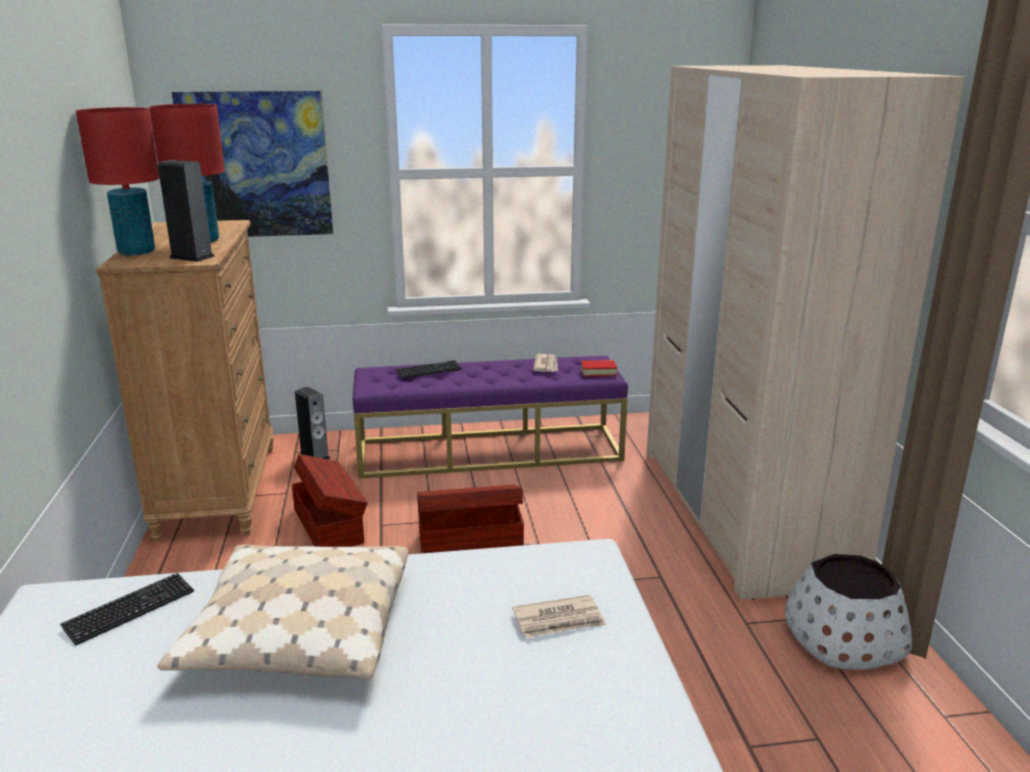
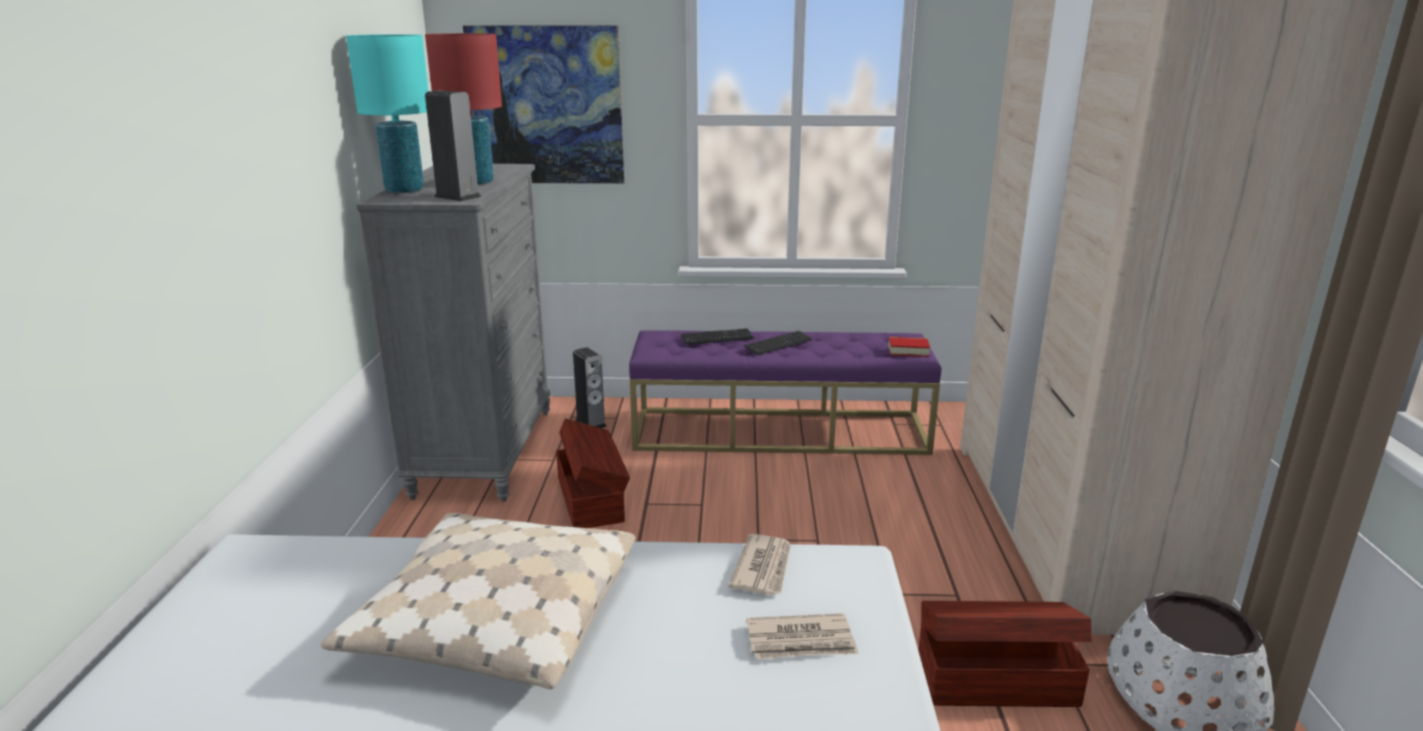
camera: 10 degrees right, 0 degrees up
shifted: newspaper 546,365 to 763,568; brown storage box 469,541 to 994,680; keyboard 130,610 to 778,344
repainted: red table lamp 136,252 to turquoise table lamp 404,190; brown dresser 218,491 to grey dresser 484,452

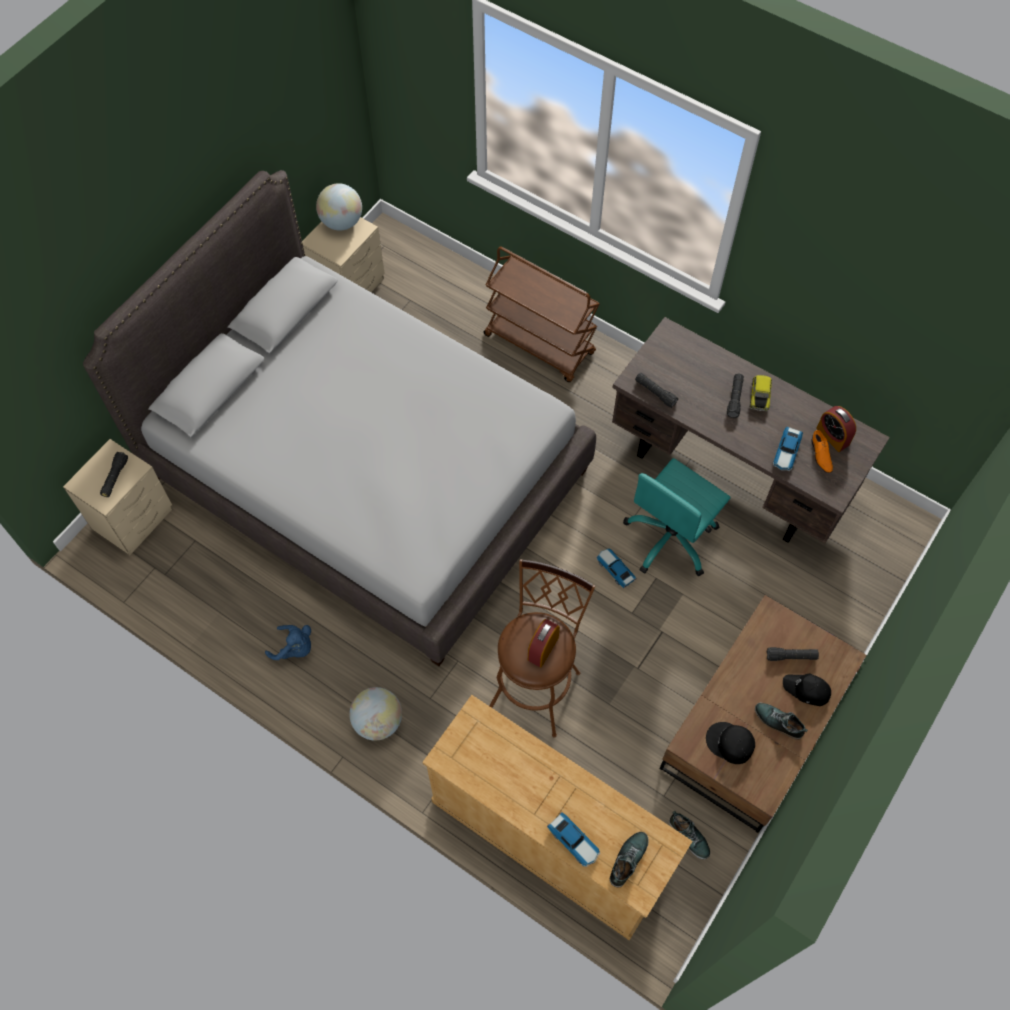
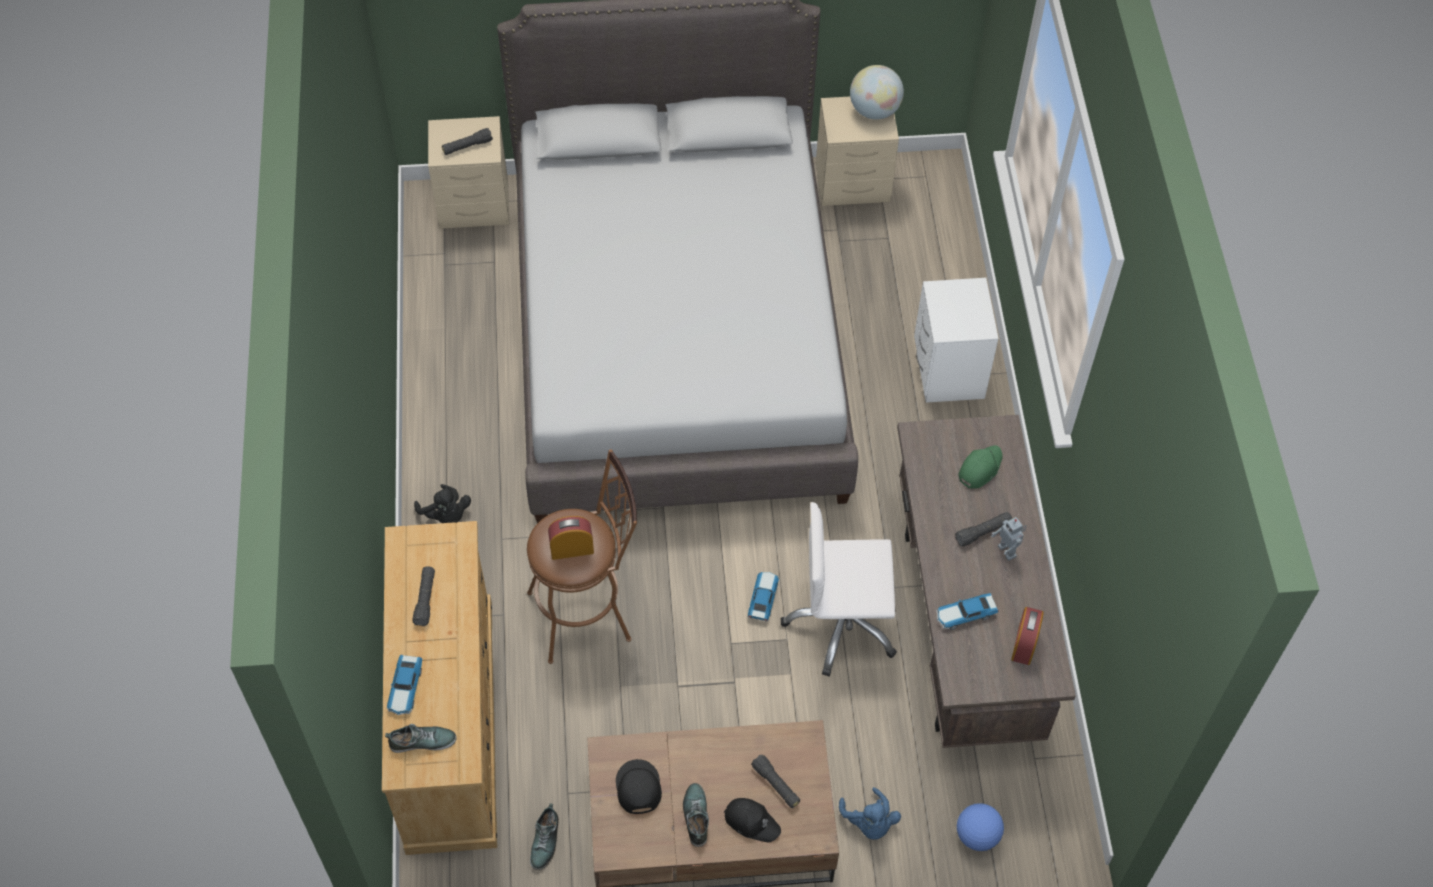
camera: 50 degrees right, 5 degrees down
gone: orange shoe 820,454
new: green cap 979,468; football 977,836
shifted: black flashlight 655,393 to 425,599; blue plush toy 294,648 to 869,822
swapped: brown cart 540,344 to white nightstand 947,372; toy car 759,396 to toy robot 1008,551; globe 378,721 to black plush toy 446,515
repainted: turquoise office chair 671,538 to white office chair 842,624
rotated: black cap 807,690 = 751,821 135 degrees clockwise

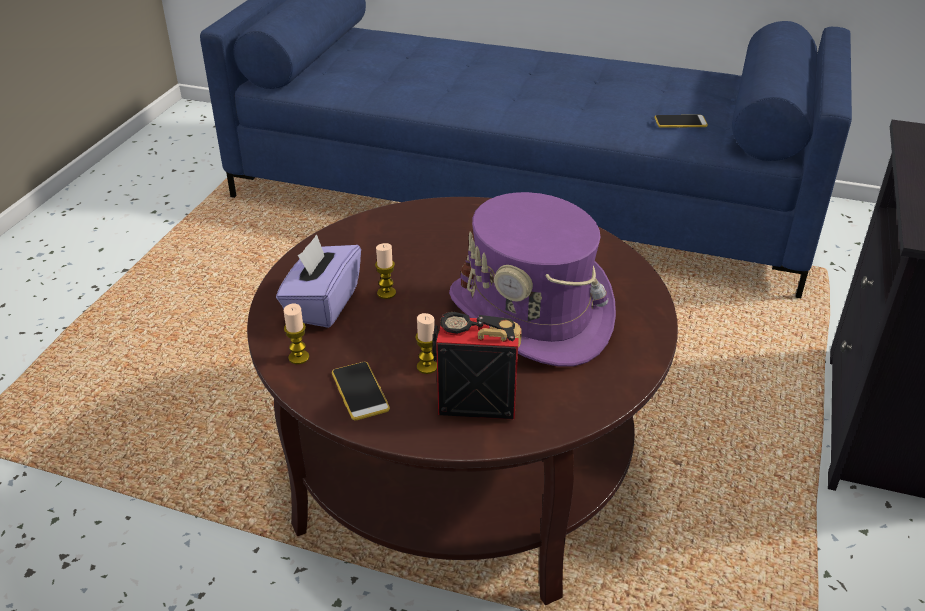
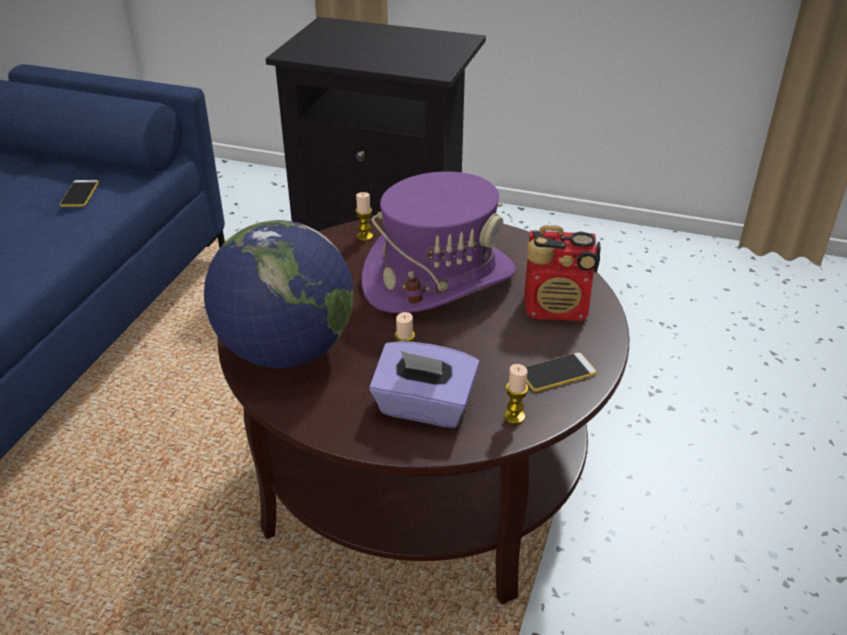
camera: 90 degrees left, 0 degrees up
new: globe 286,351
shifted: candle 427,367 to 364,236
rotated: radio 476,401 = 557,309 90 degrees counterclockwise

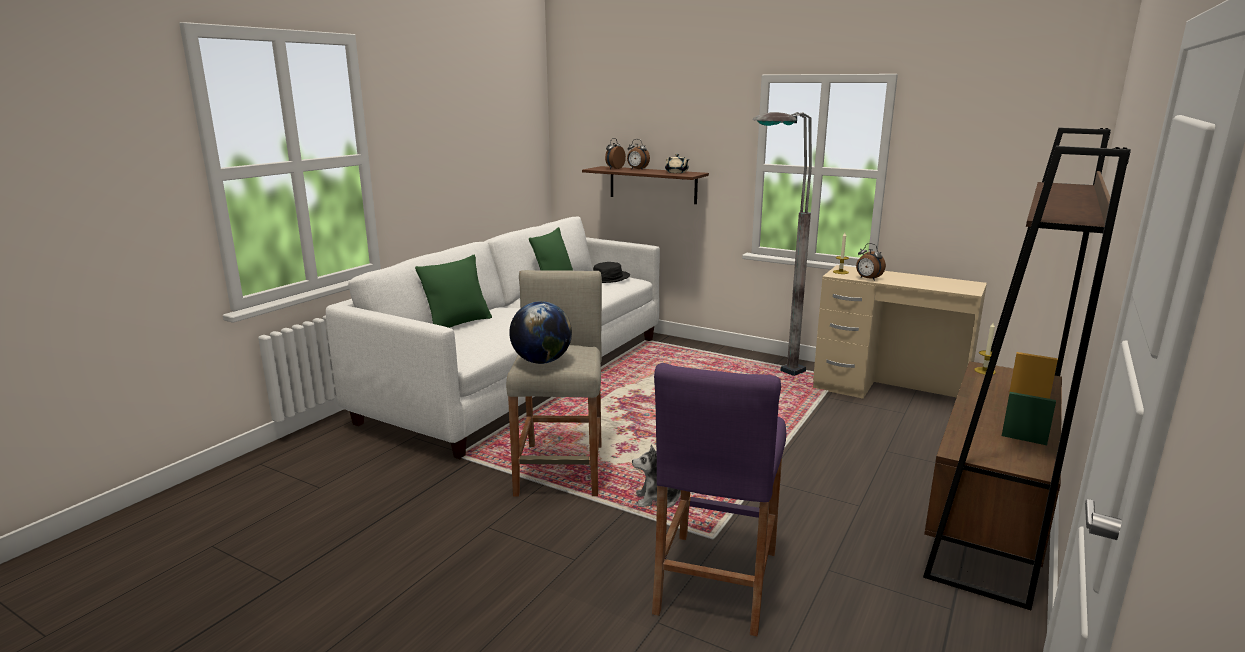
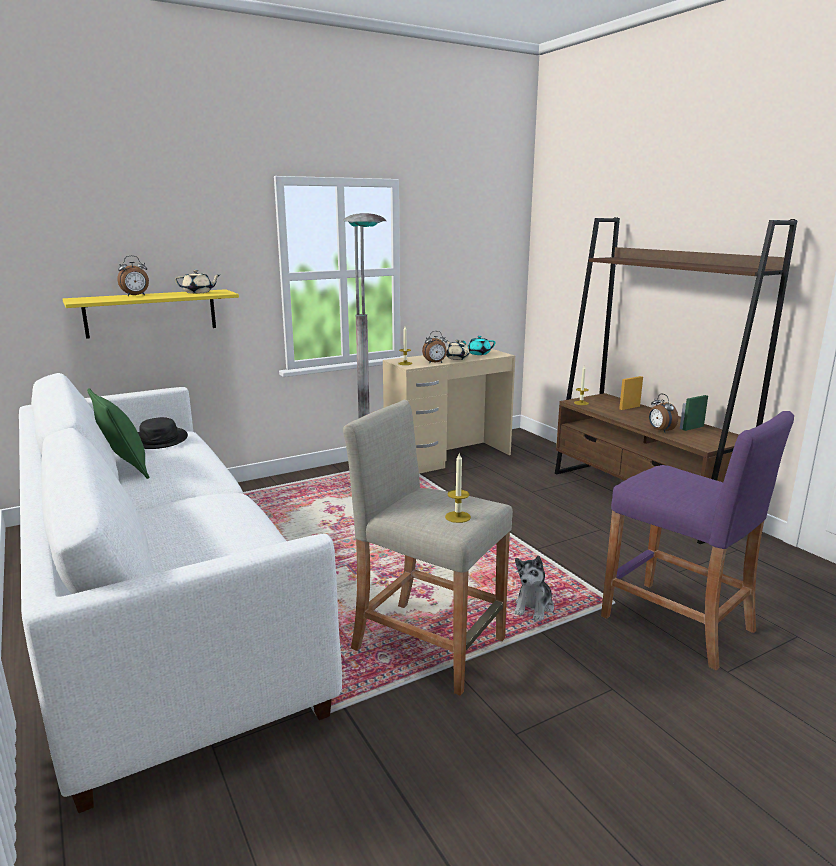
camera: 60 degrees left, 0 degrees up
gone: green pillow 458,324
new: turquoise teapot 478,353; beige teapot 457,358
shifted: alarm clock 614,168 to 660,431
swapped: globe 541,361 to candle 457,517
repainted: brown shelf 652,184 to yellow shelf 151,313

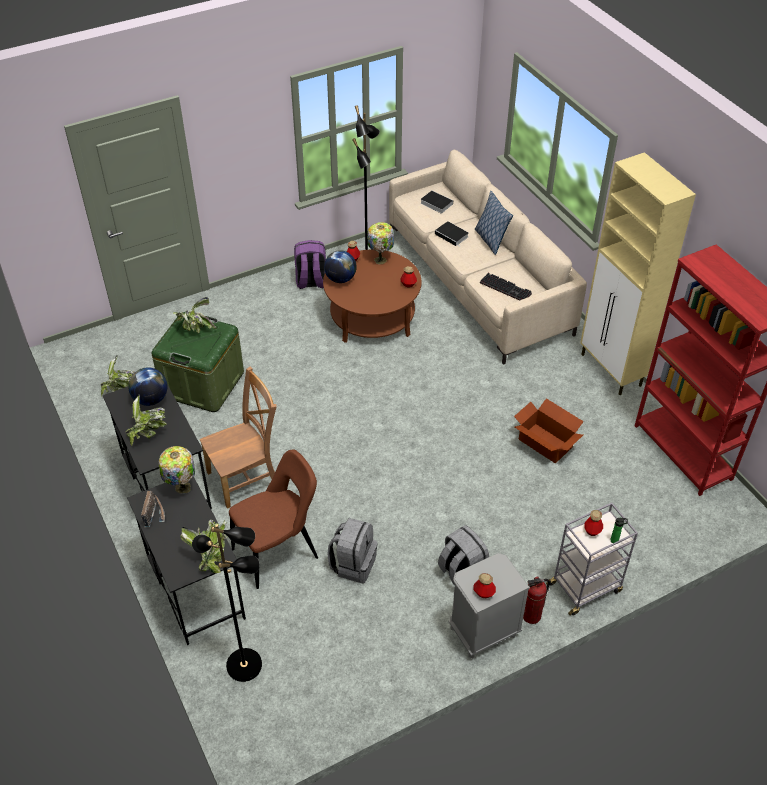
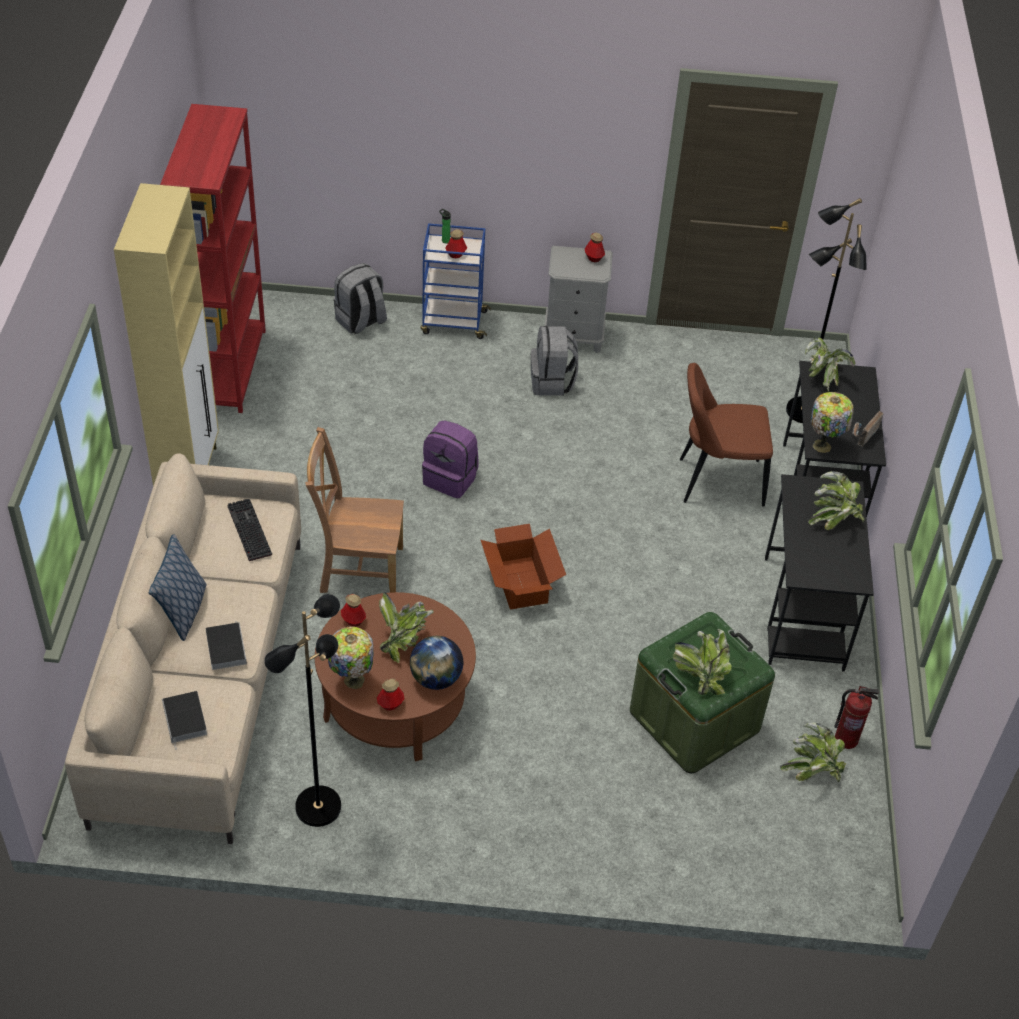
camera: 150 degrees left, 0 degrees up
gone: globe 151,399
new: potted plant 404,640
shifted: purple backpack 311,282 to 451,478; brown chair 246,478 to 357,568; cardboard box 545,442 to 520,583; grey backpack 353,564 to 361,321; fire extinguisher 531,616 to 846,739
repainted: grey cart 585,587 to blue cart 453,322

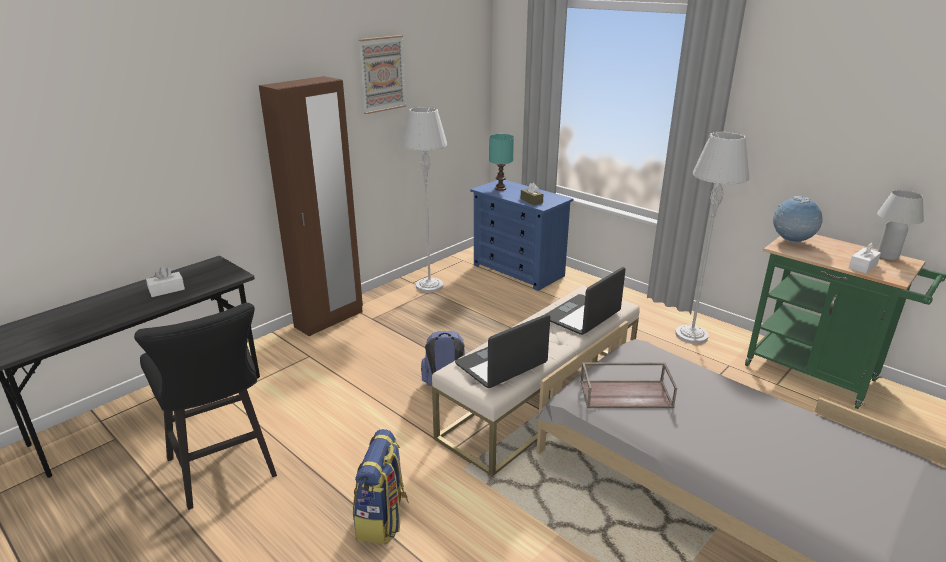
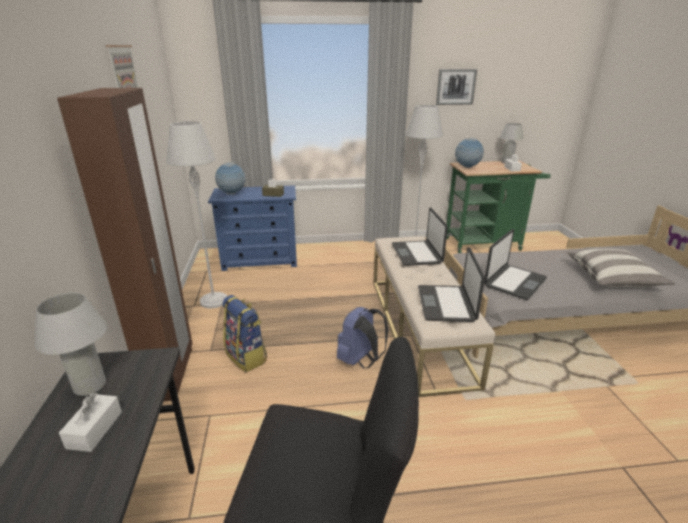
camera: 50 degrees left, 0 degrees up
new: picture 455,86; pillow 612,278; white table lamp 90,386
shifted: backpack 382,519 to 247,357
swapped: turquoise table lamp 500,189 to globe 232,194; brown tray 626,394 to laptop 514,282

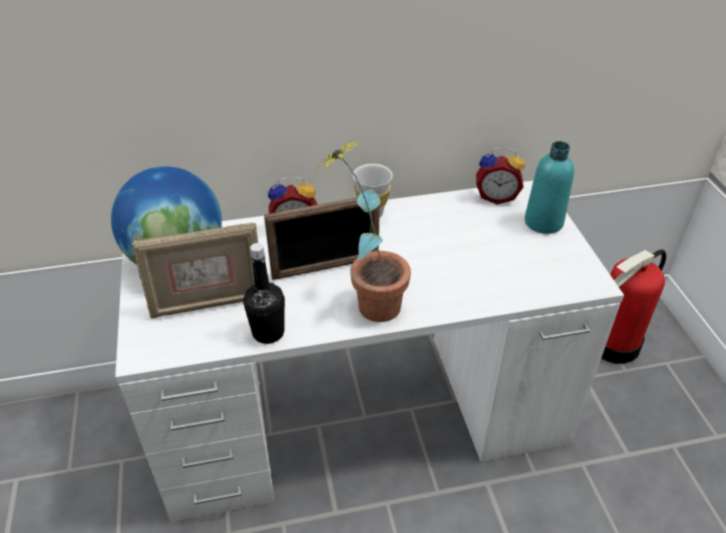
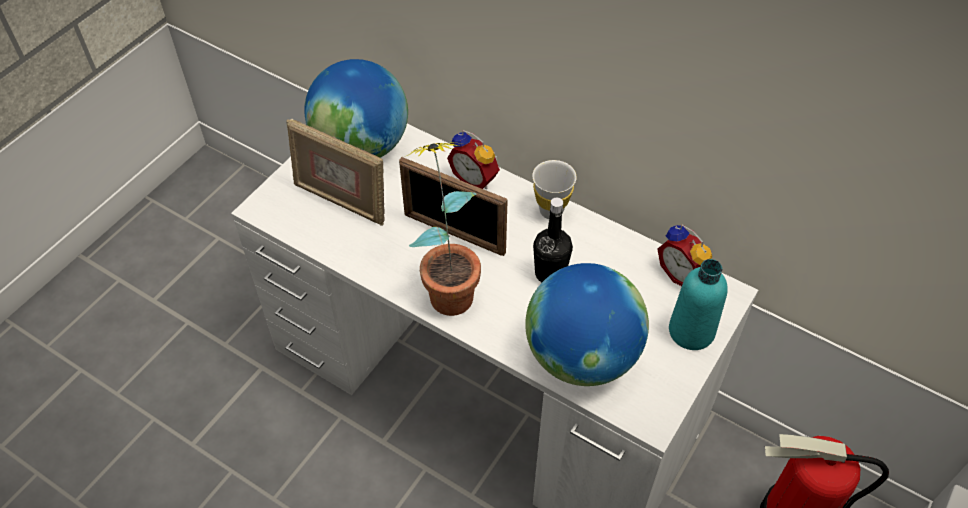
camera: 45 degrees right, 10 degrees up
new: globe 580,356
shifted: black bottle 268,332 to 550,273

